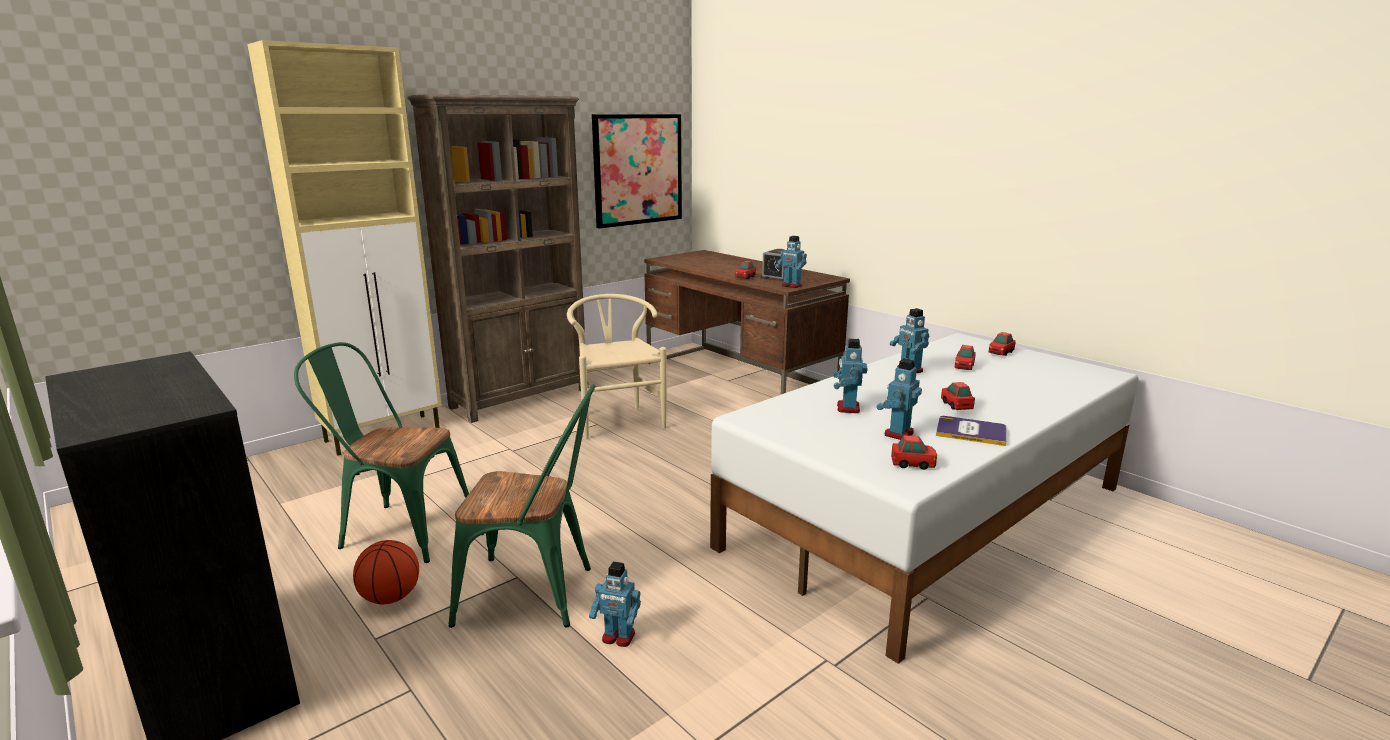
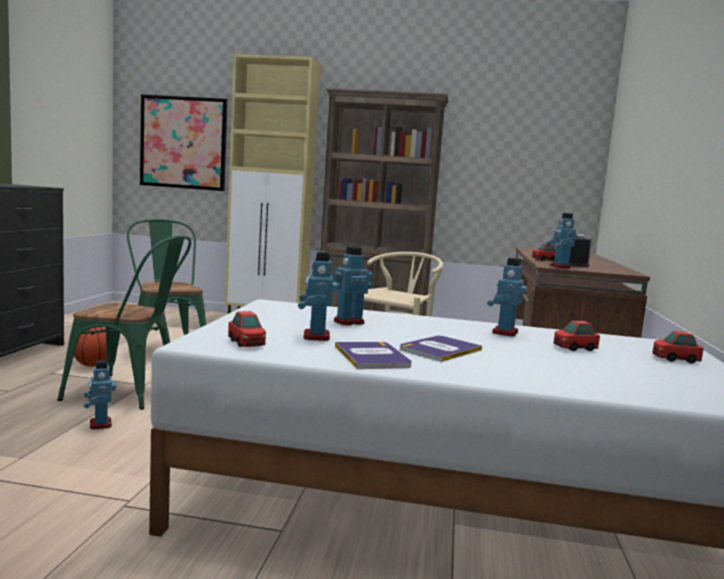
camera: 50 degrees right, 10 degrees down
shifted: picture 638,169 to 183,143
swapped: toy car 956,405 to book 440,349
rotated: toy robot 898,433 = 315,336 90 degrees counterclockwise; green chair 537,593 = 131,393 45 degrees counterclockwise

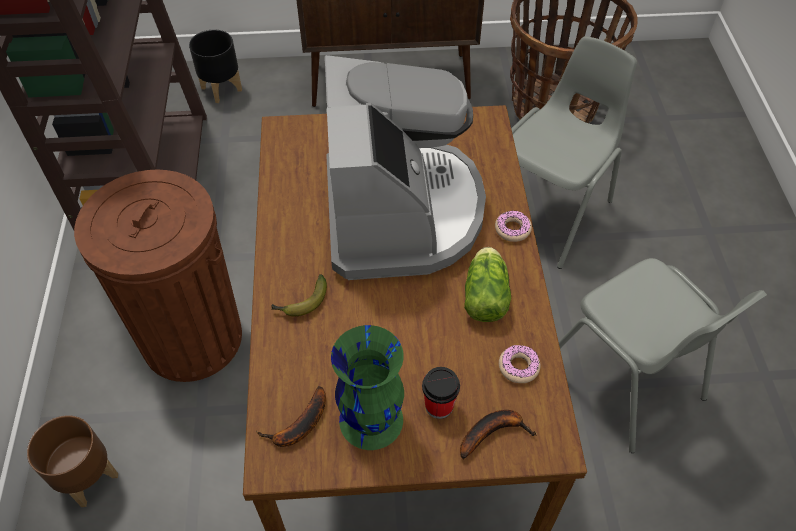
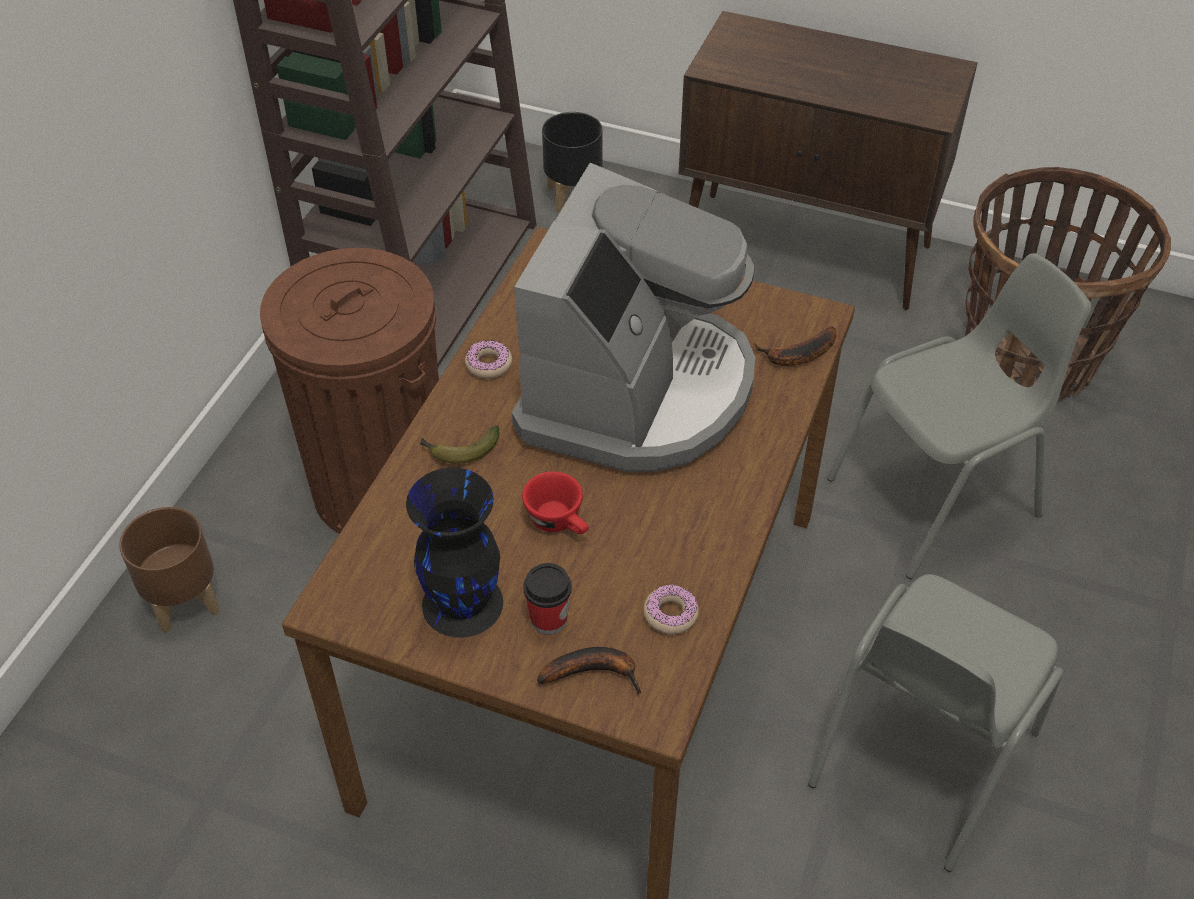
camera: 25 degrees right, 5 degrees down
gone: lettuce 485,294
new: red cup 560,522
shifted: donut 512,229 to 489,364; banana 298,426 to 797,355
repainted: green vase 371,418 to black vase 463,602
rotated: grey chair 625,380 = 919,758 45 degrees clockwise

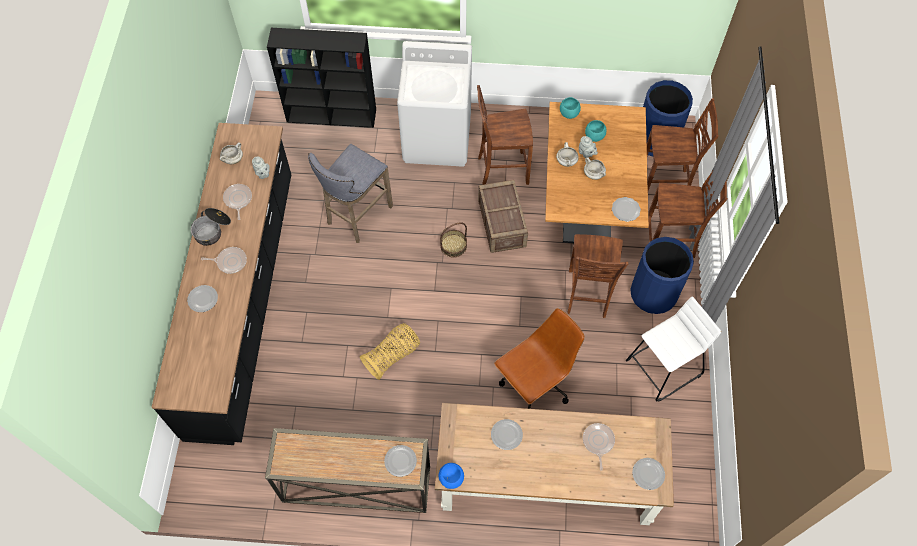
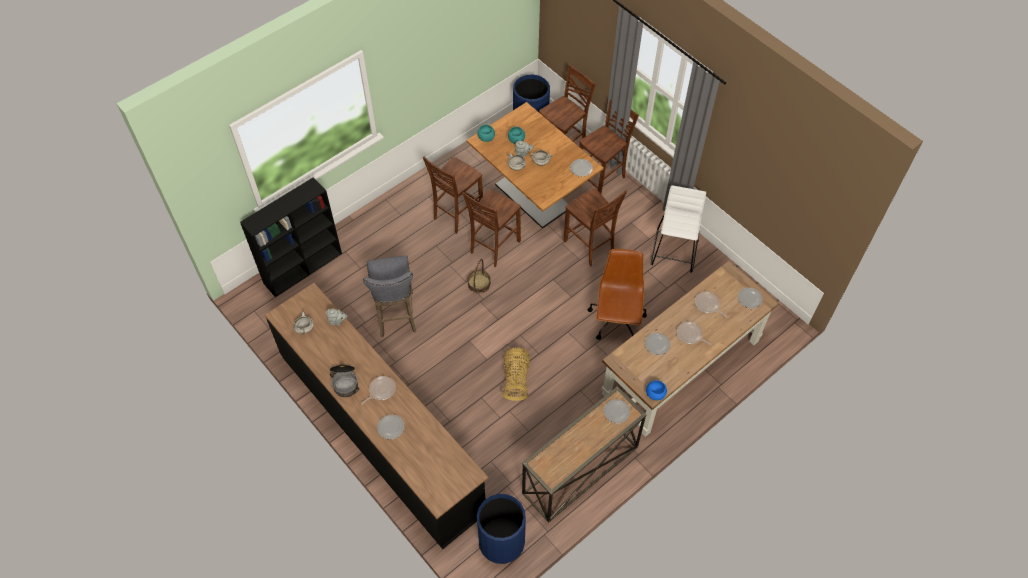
camera: 45 degrees left, 5 degrees down
gone: white washing machine 437,139
shifted: frying pan 238,199 to 690,335; blue trash can 653,294 to 501,542
swapped: crate 501,224 to brown chair 493,247

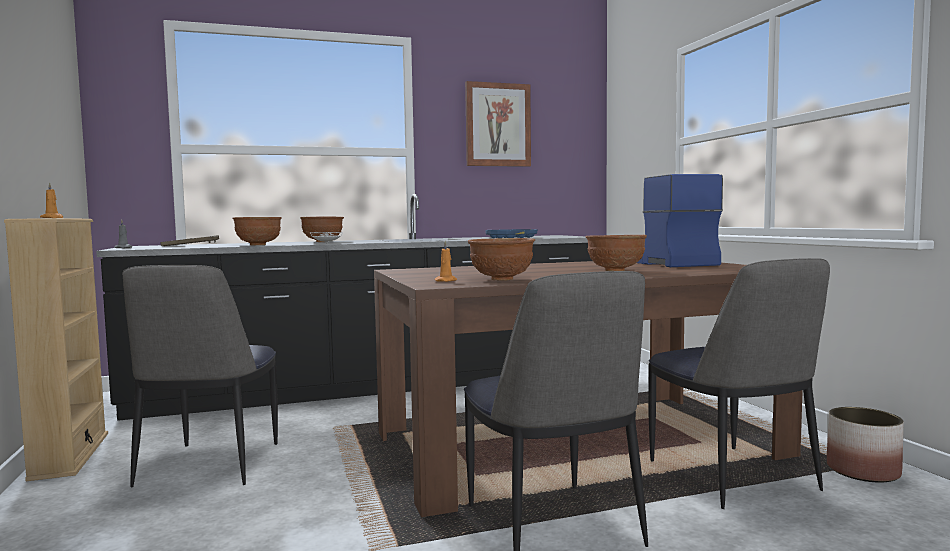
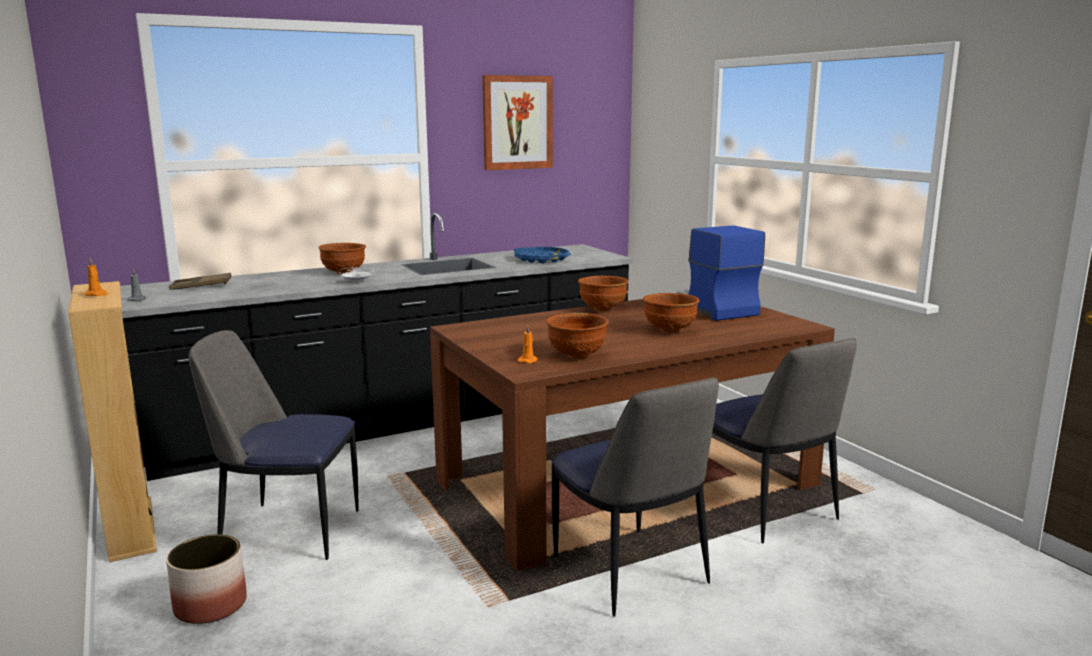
camera: 10 degrees left, 10 degrees up
shifted: brown bowl 259,245 to 602,309; planter 862,471 to 210,605
rotated: chair 208,466 = 287,531 105 degrees clockwise

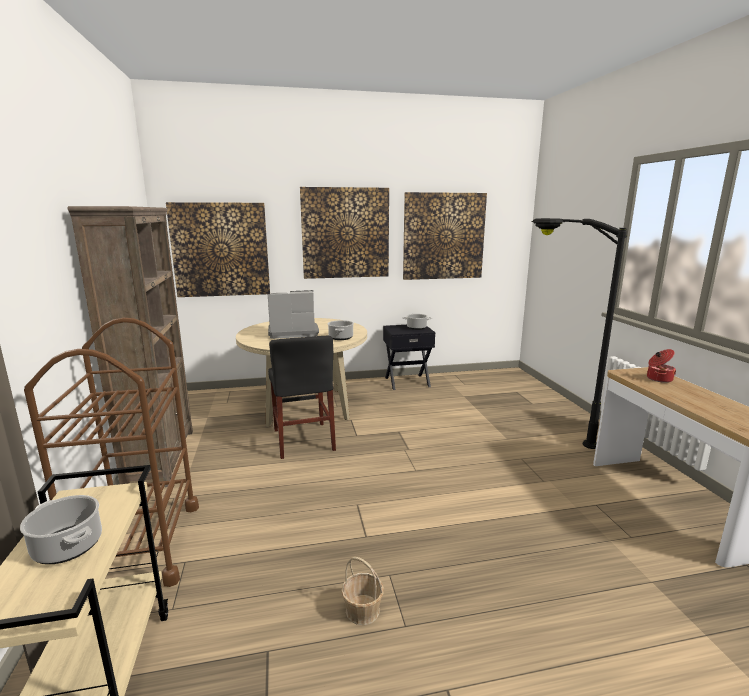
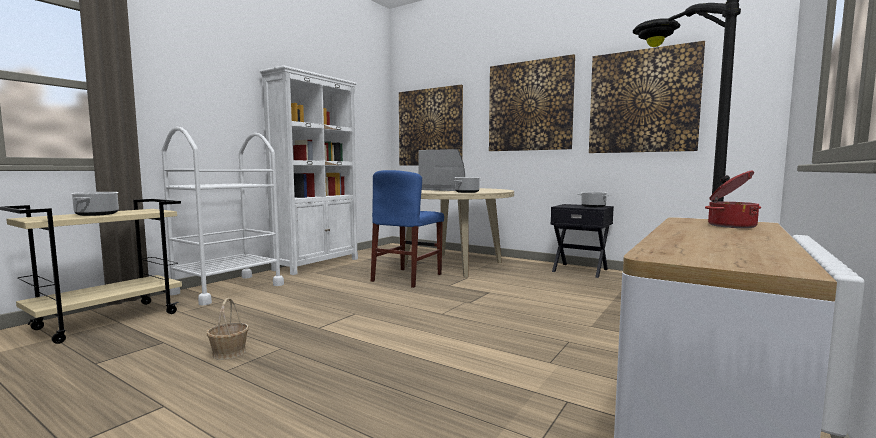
camera: 45 degrees right, 10 degrees down
repainted: brown bookcase 161,457 to white bookcase 317,264; brown cart 141,546 to white cart 228,289; black chair 303,439 to blue chair 407,277

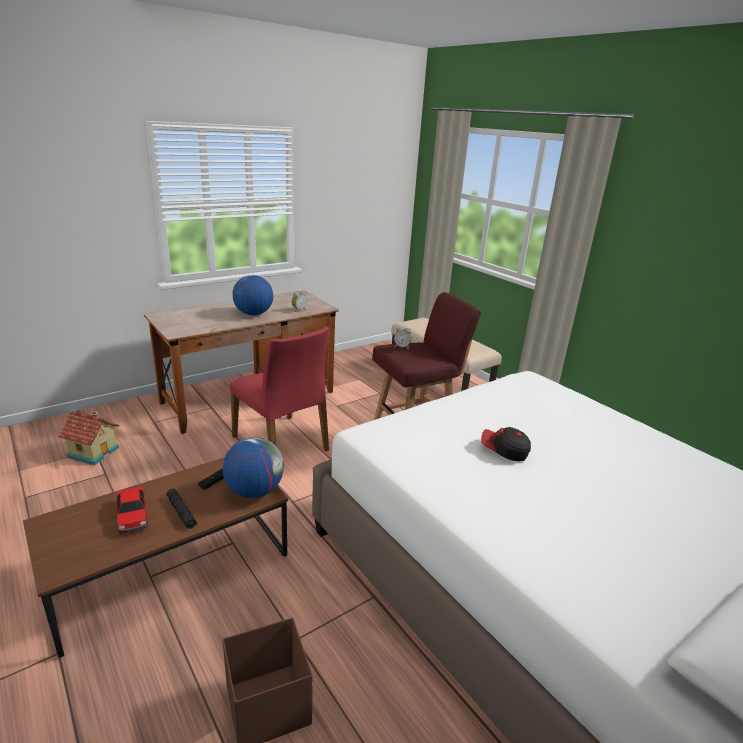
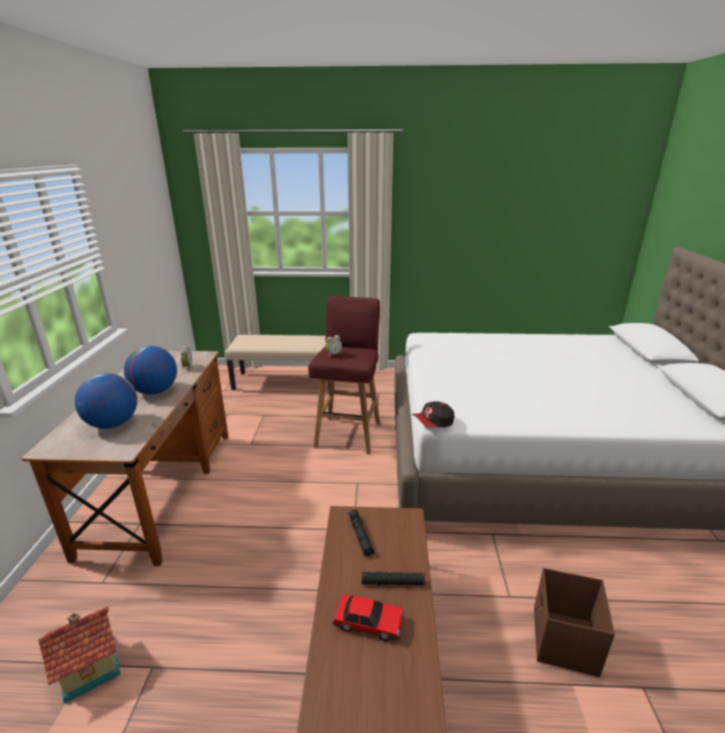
camera: 50 degrees left, 0 degrees up
gone: red chair 282,443
shifted: cap 504,451 to 433,423; globe 254,491 to 112,424

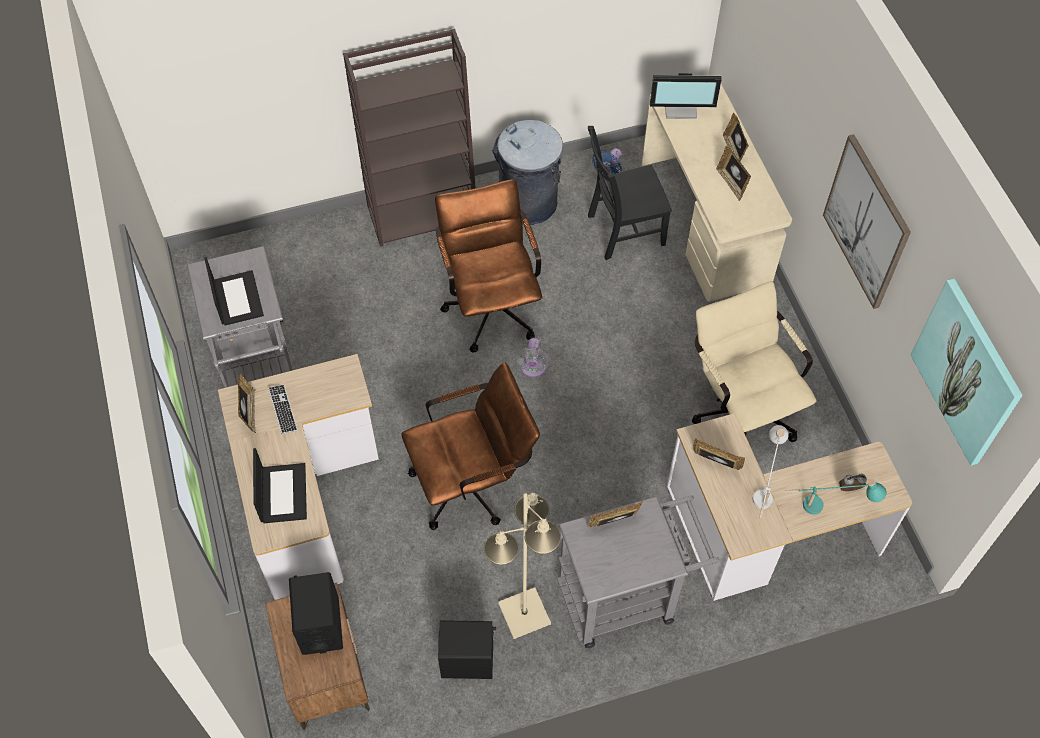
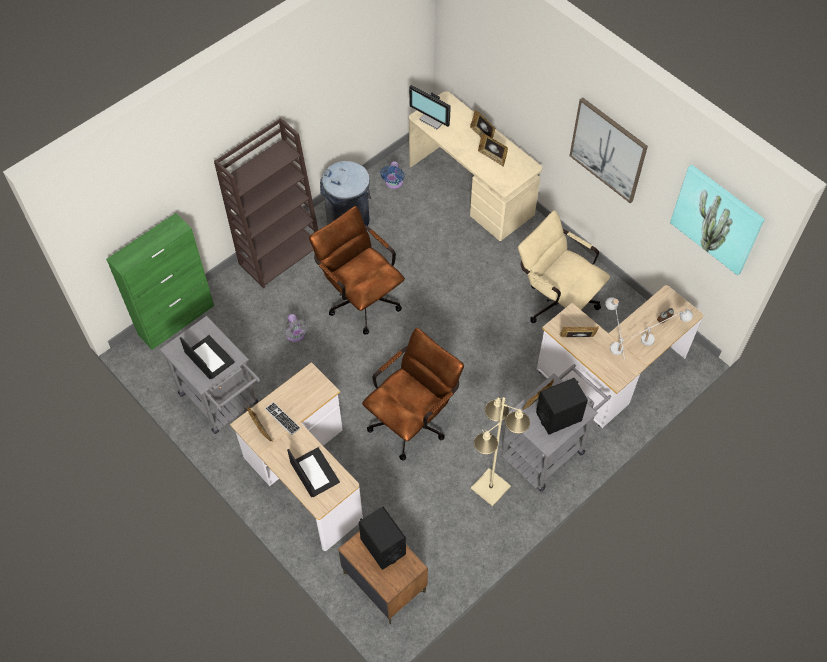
camera: 25 degrees left, 0 degrees up
gone: black chair 622,230
new: green cabinet 176,320
shifted: grey fan 533,368 to 296,335; black speaker 468,660 to 559,417
repainted: turquoise table lamp 827,507 to white table lamp 656,337
rotated: monitor 681,108 = 434,119 60 degrees clockwise

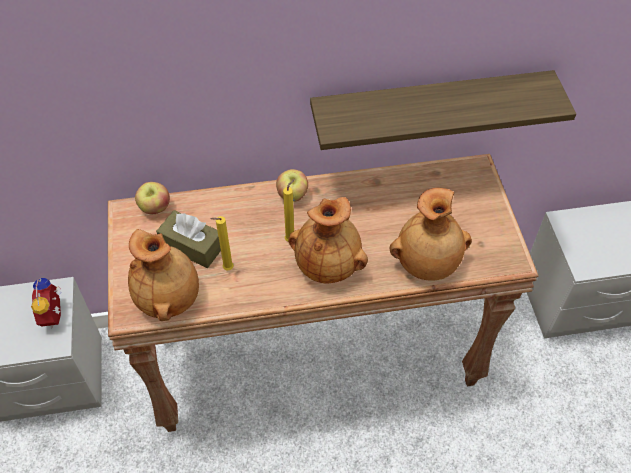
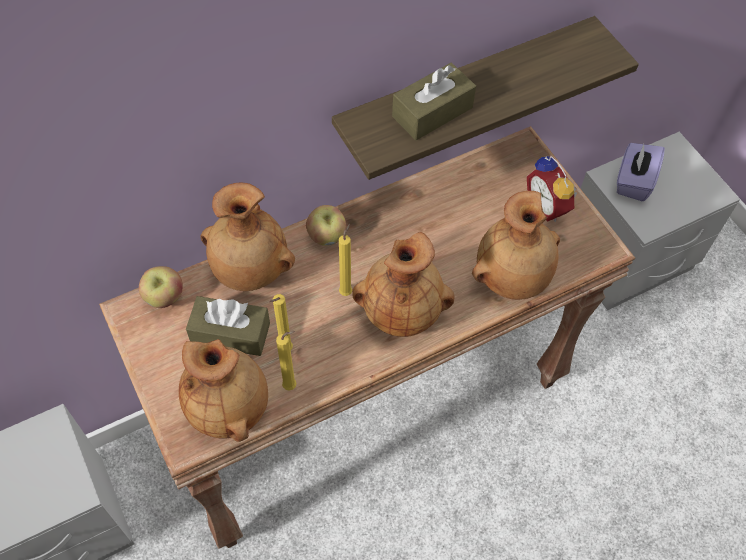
camera: 20 degrees left, 5 degrees up
new: brown tissue box 432,112; purple tissue box 633,181; brown vase 250,270; yellow candle 292,386
shifted: alarm clock 55,315 to 548,206

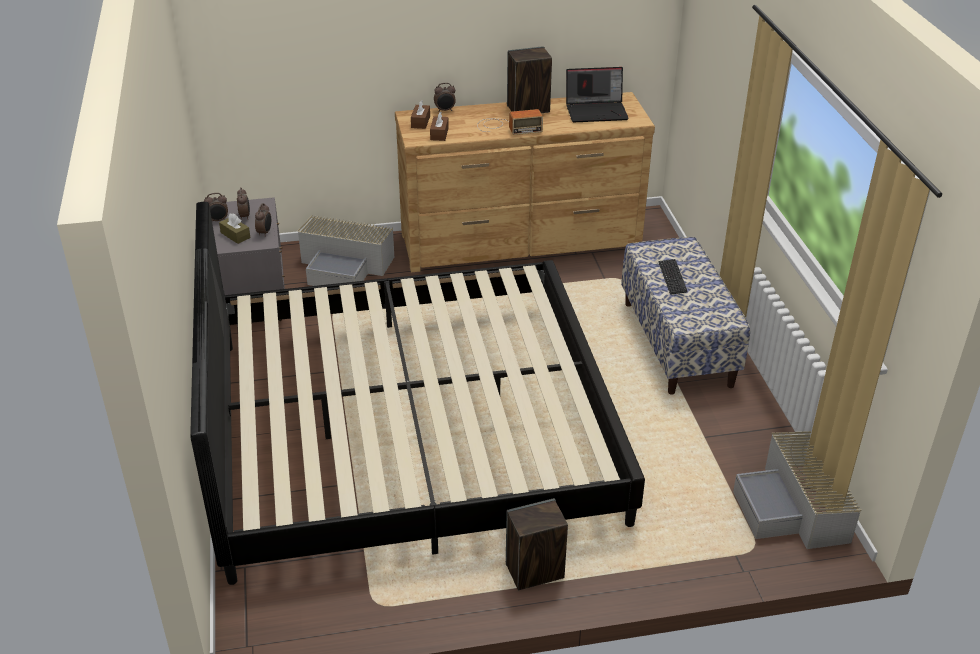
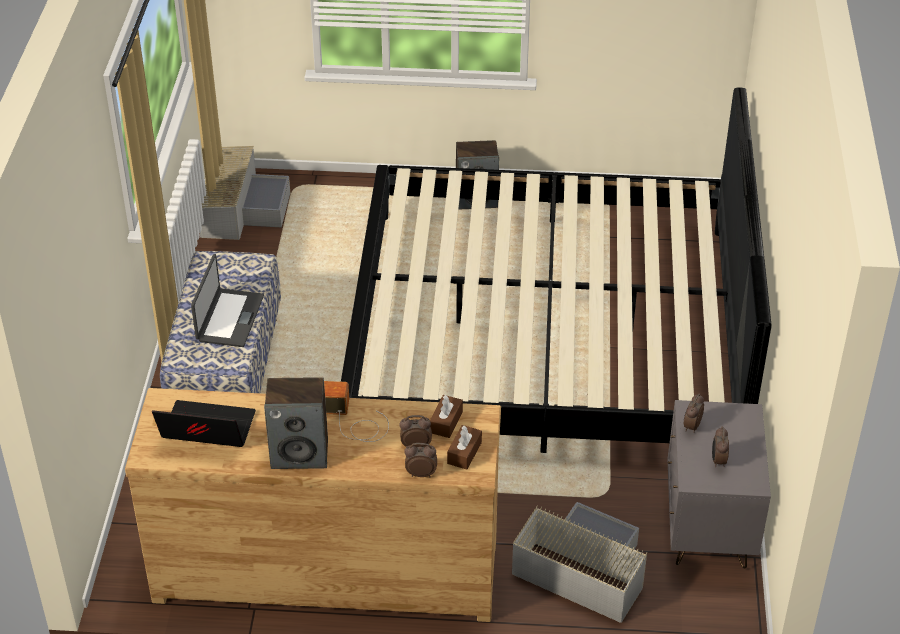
camera: 165 degrees left, 5 degrees up
gone: brown tissue box 235,235
shifted: alarm clock 218,220 to 416,446
swapped: keyboard 672,277 to laptop 229,318

